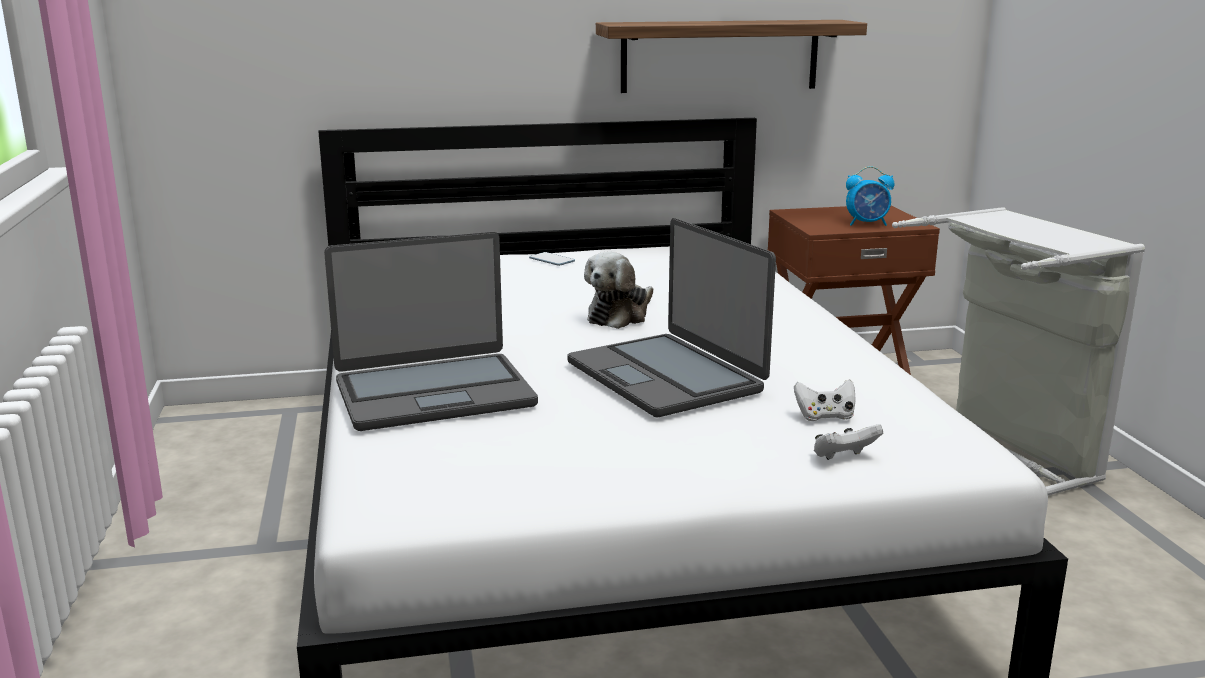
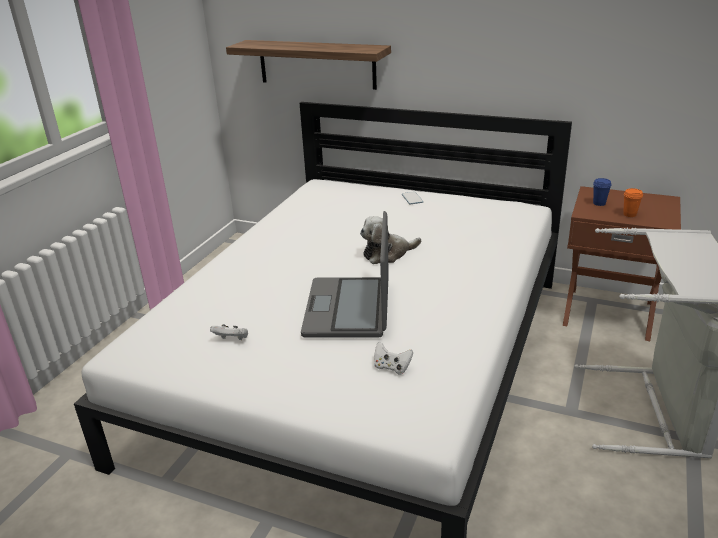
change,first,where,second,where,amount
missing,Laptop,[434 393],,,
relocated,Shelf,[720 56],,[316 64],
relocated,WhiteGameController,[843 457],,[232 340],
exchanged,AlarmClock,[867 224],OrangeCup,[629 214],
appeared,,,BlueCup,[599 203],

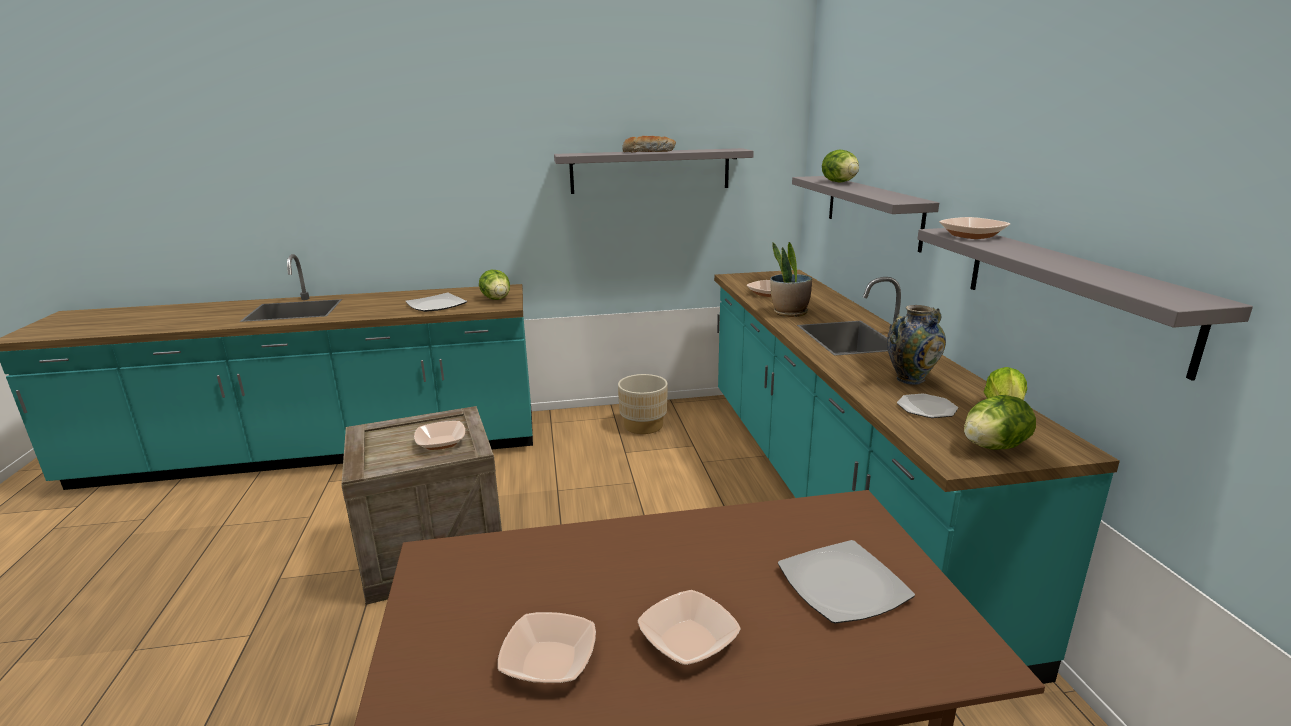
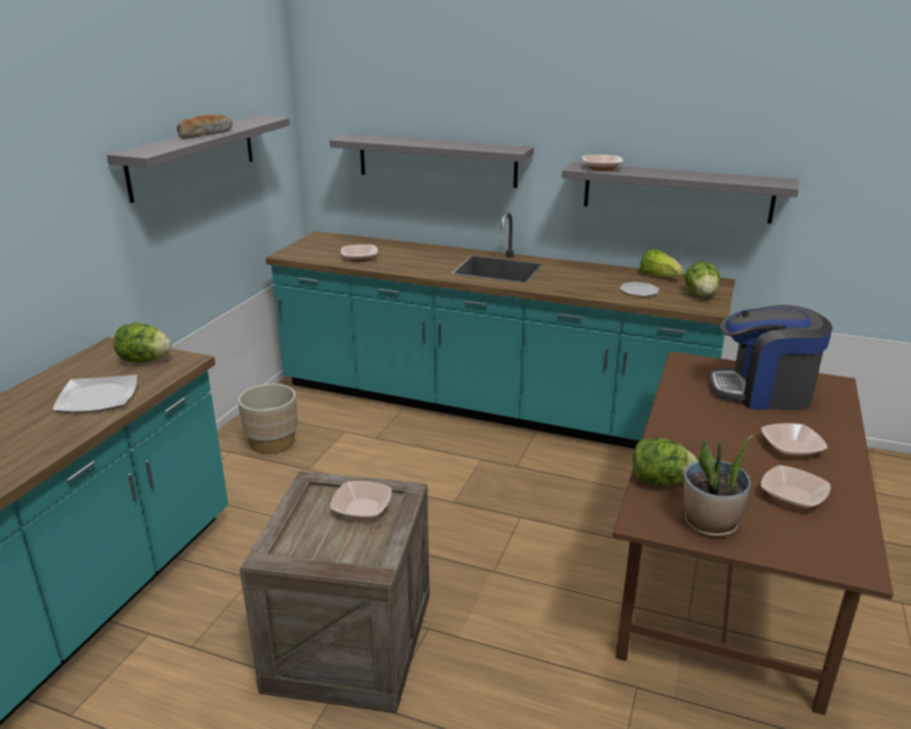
change,first,where,second,where,amount
relocated,PottedPlant,[789 313],,[709 524],
exchanged,Plate,[842 586],CoffeeMachine,[763 392],
relocated,Lettuce,[839 182],,[660 481],
missing,Vase,[910 379],,,

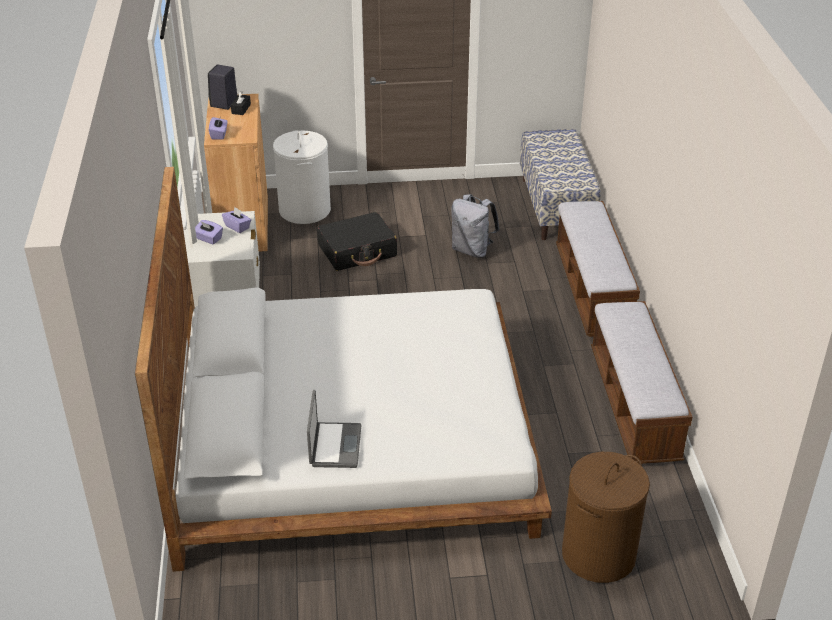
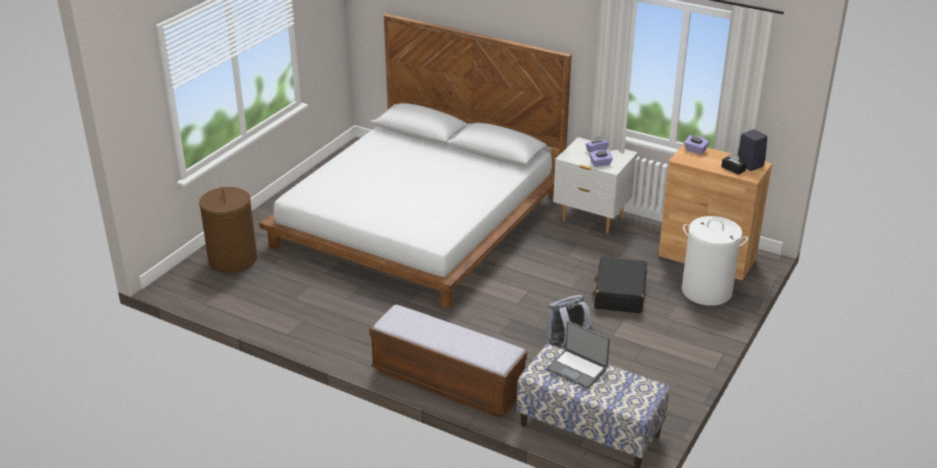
change,first,where,second,where,amount
relocated,Laptop,[334 446],,[577 369],
missing,Bench,[633 405],,,

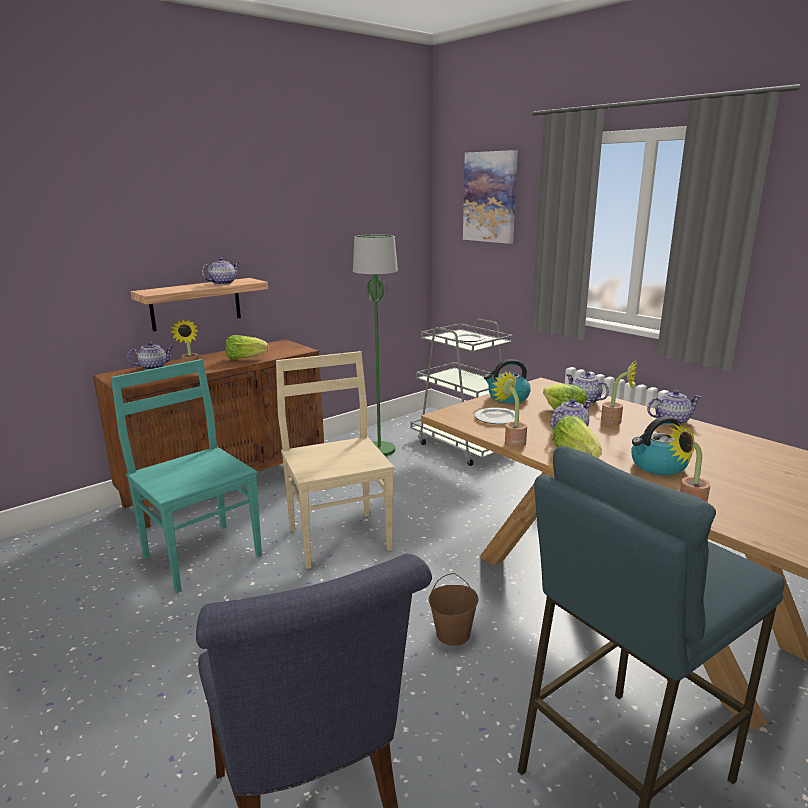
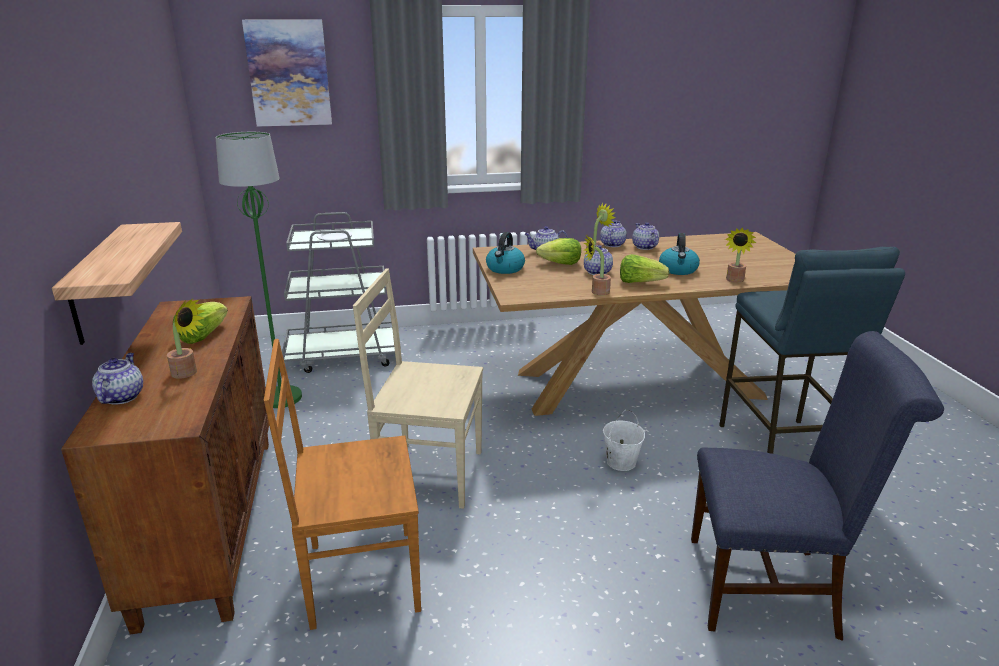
change,first,where,second,where,amount
colour,TurquoiseChair,[201 555],BrownChair,[359 577],
relocated,Teapot,[222 283],,[644 247],
colour,BrownBucket,[453 634],WhiteBucket,[620 462],
missing,Plate,[497 418],,,

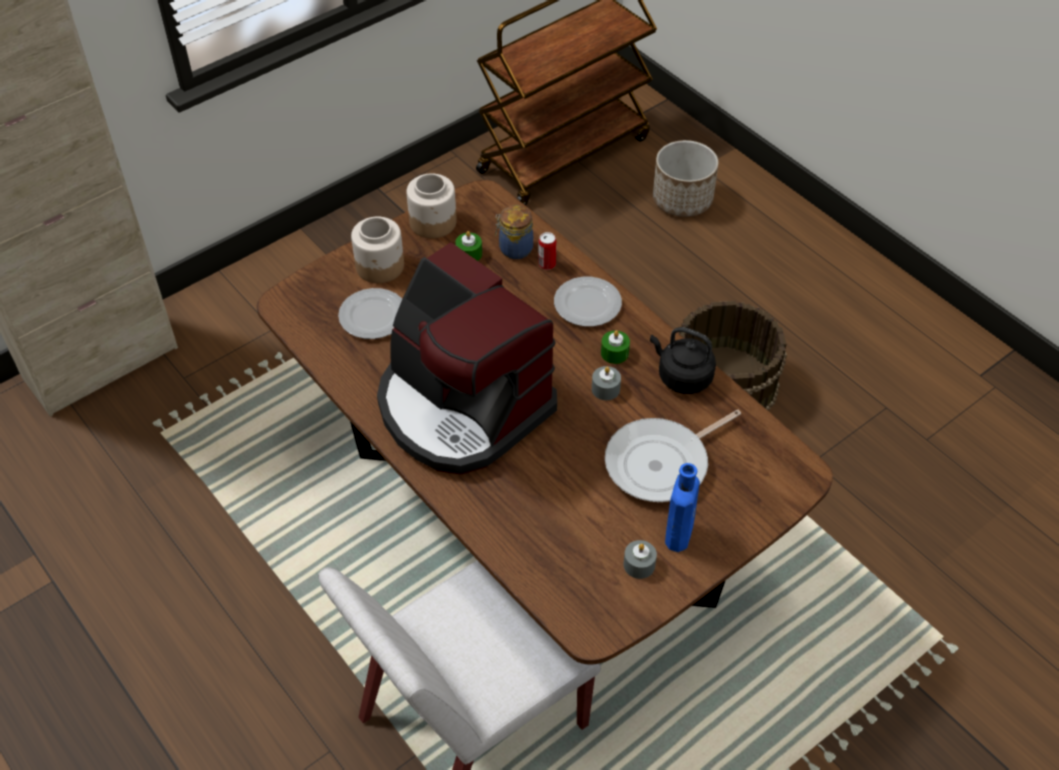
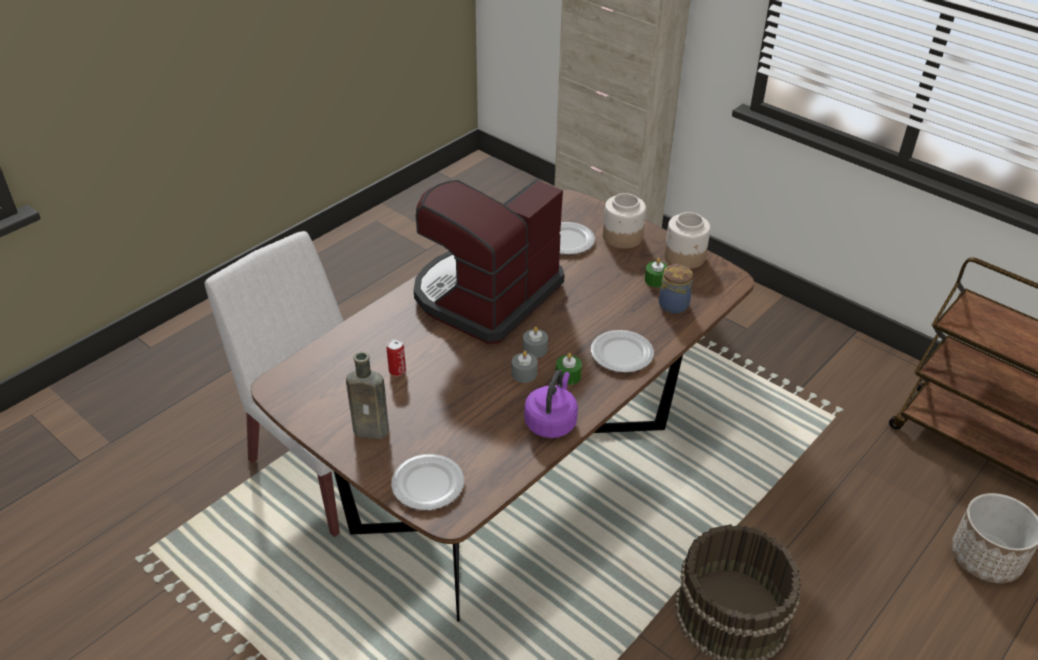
change,first,where,second,where,amount
relocated,Can,[547 264],,[397 371],
missing,FryingPan,[662 463],,,
relocated,GreyCandle,[639 565],,[535 349],
colour,BlackKettle,[682 377],PurpleKettle,[551 422],
colour,BlueBottle,[679 532],BrownBottle,[373 430],
appeared,,,Plate,[428 484],

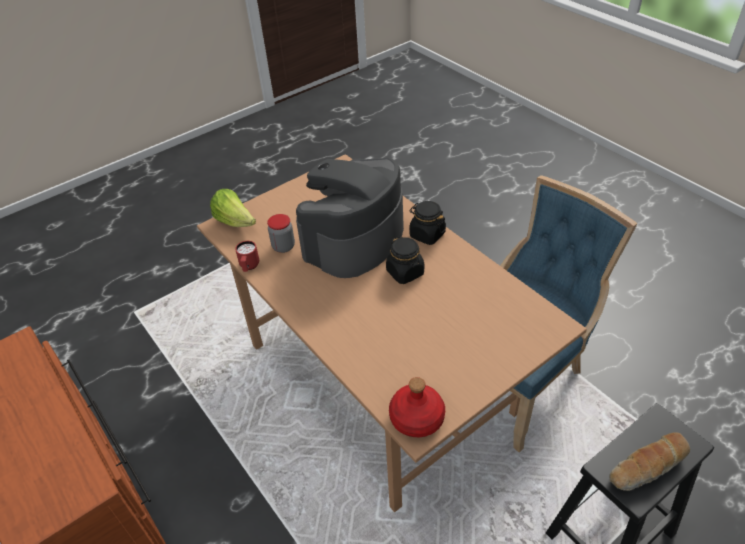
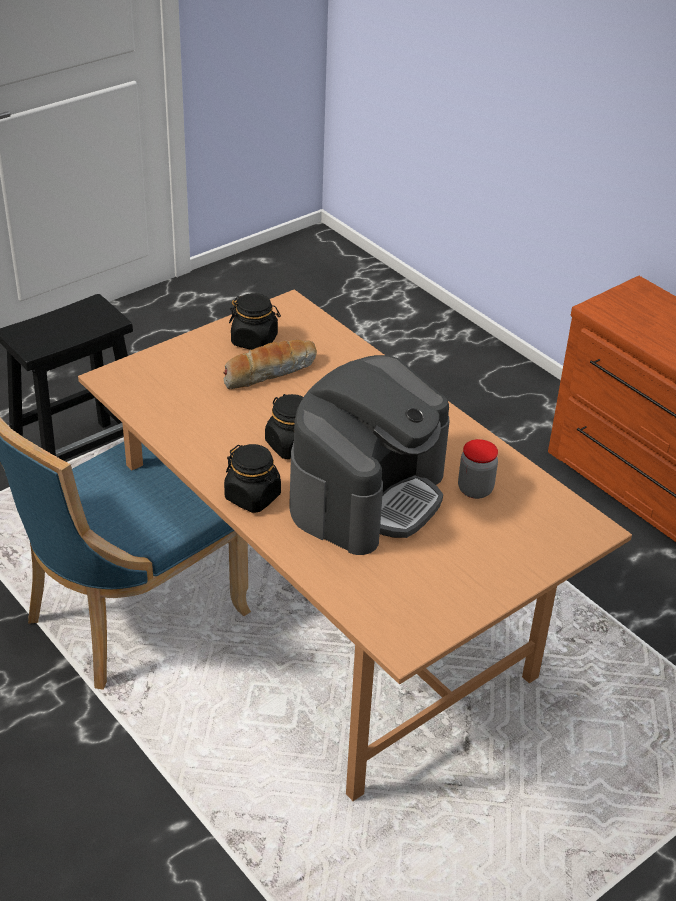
change,first,where,second,where,amount
missing,Lettuce,[235 222],,,
missing,RedMug,[249 267],,,
missing,RedBottle,[416 419],,,
relocated,Bread,[647 468],,[269 372],
appeared,,,BlackJar,[254 340],

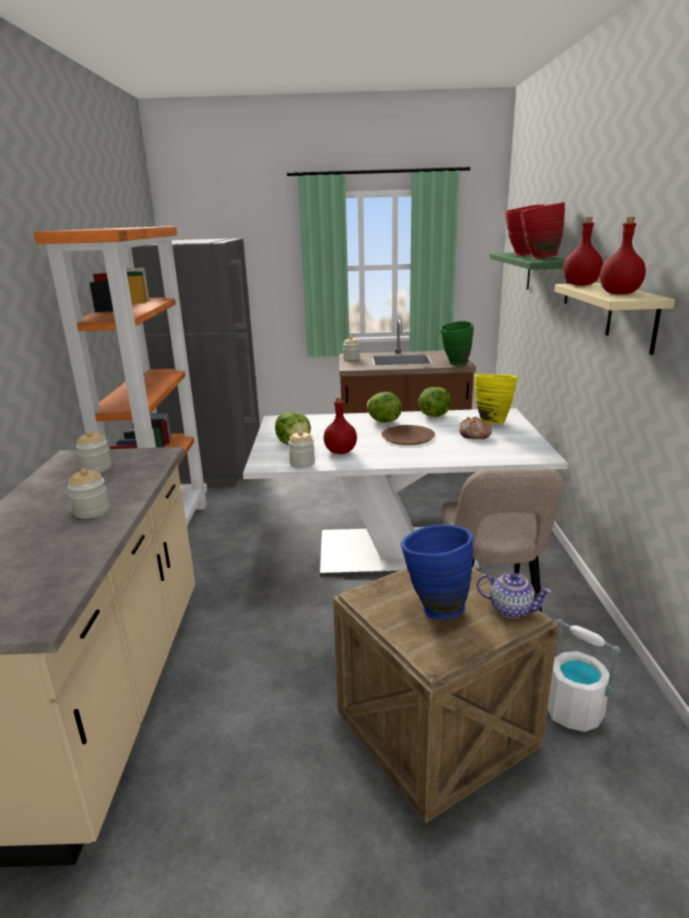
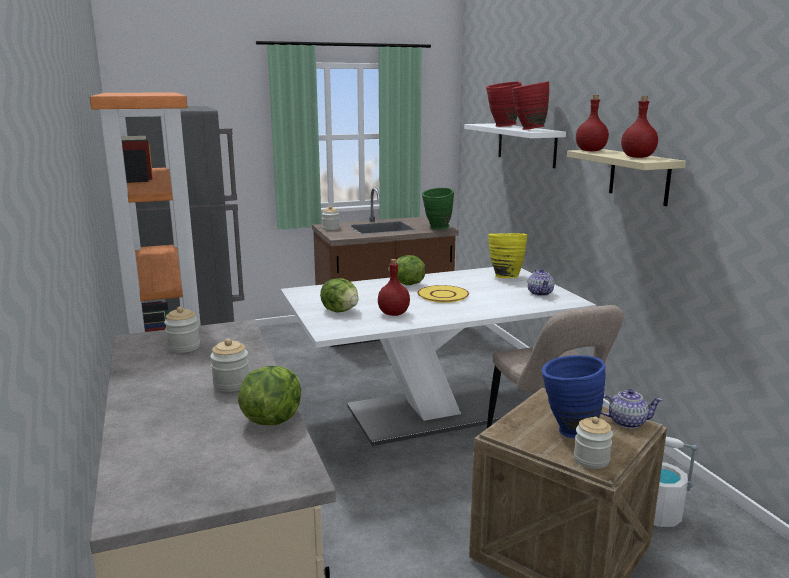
change,first,where,second,where,amount
relocated,Jar,[302 463],,[591 459],
colour,BrownPlate,[408 436],YellowPlate,[443 295],
relocated,Lettuce,[434 415],,[272 419],
missing,Bread,[474 435],,,
colour,GreenShelf,[547 276],WhiteShelf,[526 144],
appeared,,,Teapot,[540 293],

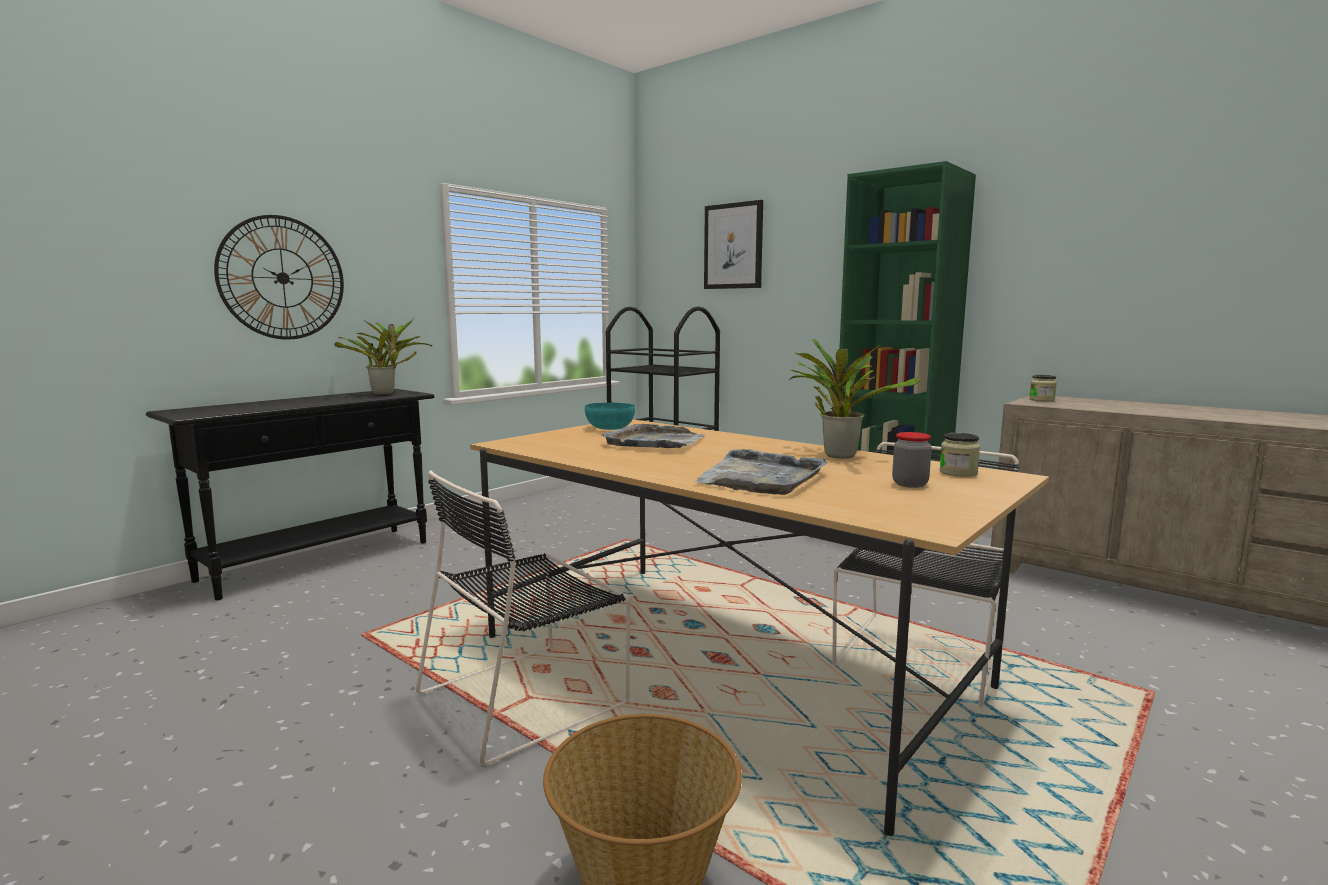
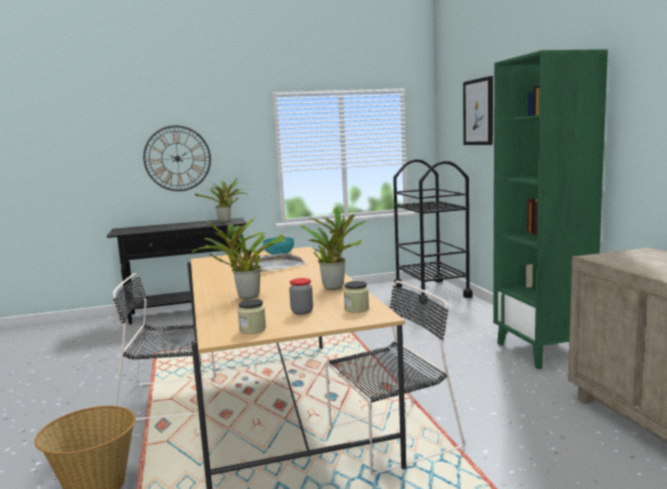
change,first,where,second,where,amount
exchanged,GreyTray,[760 477],PottedPlant,[245 296],
relocated,Jar,[1041 400],,[252 329],

